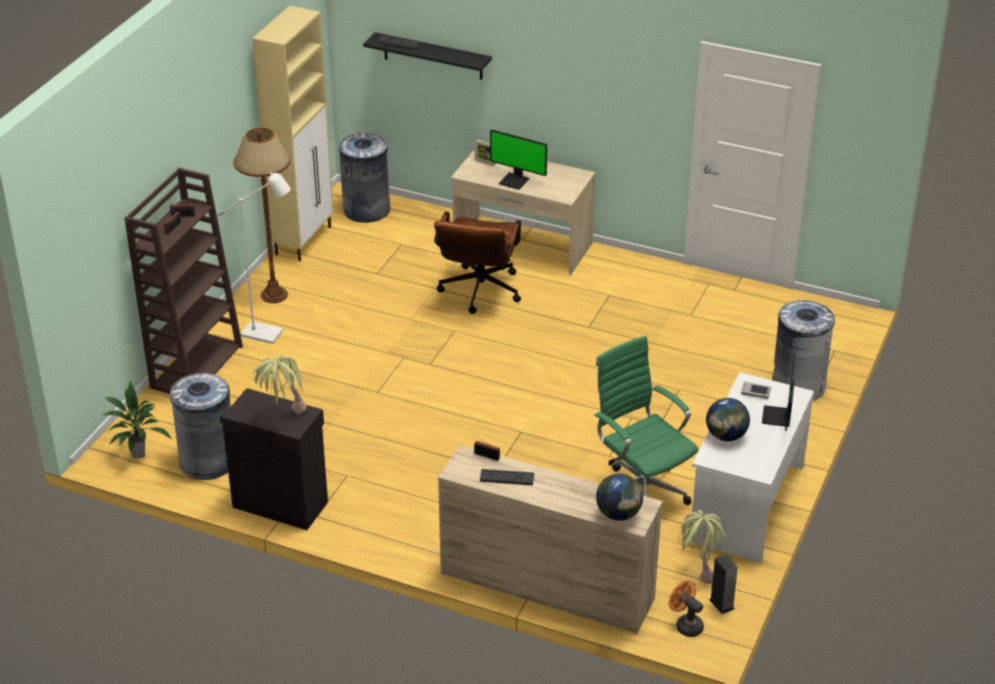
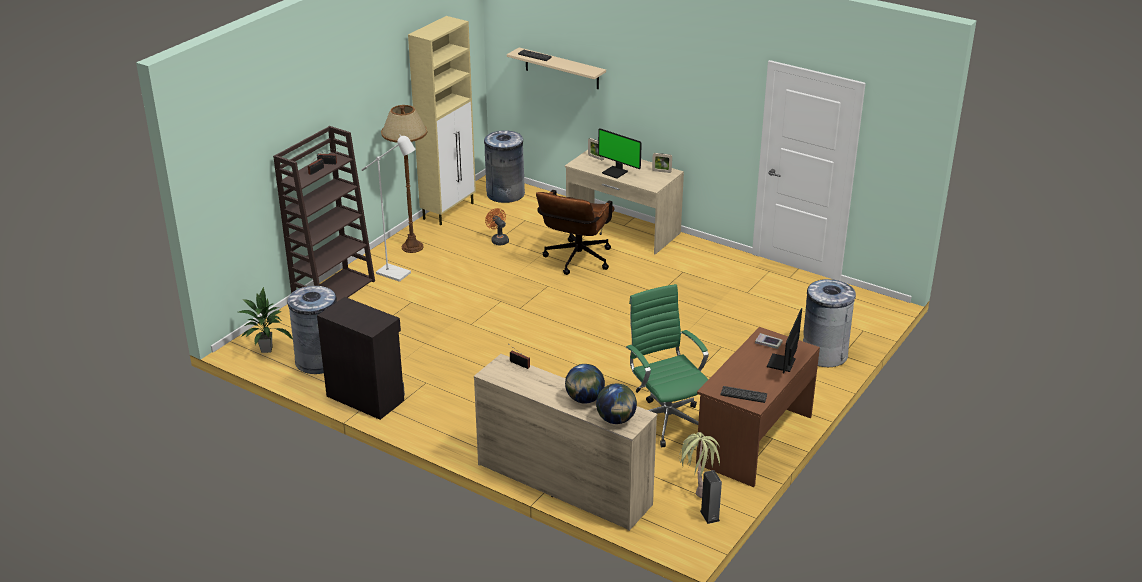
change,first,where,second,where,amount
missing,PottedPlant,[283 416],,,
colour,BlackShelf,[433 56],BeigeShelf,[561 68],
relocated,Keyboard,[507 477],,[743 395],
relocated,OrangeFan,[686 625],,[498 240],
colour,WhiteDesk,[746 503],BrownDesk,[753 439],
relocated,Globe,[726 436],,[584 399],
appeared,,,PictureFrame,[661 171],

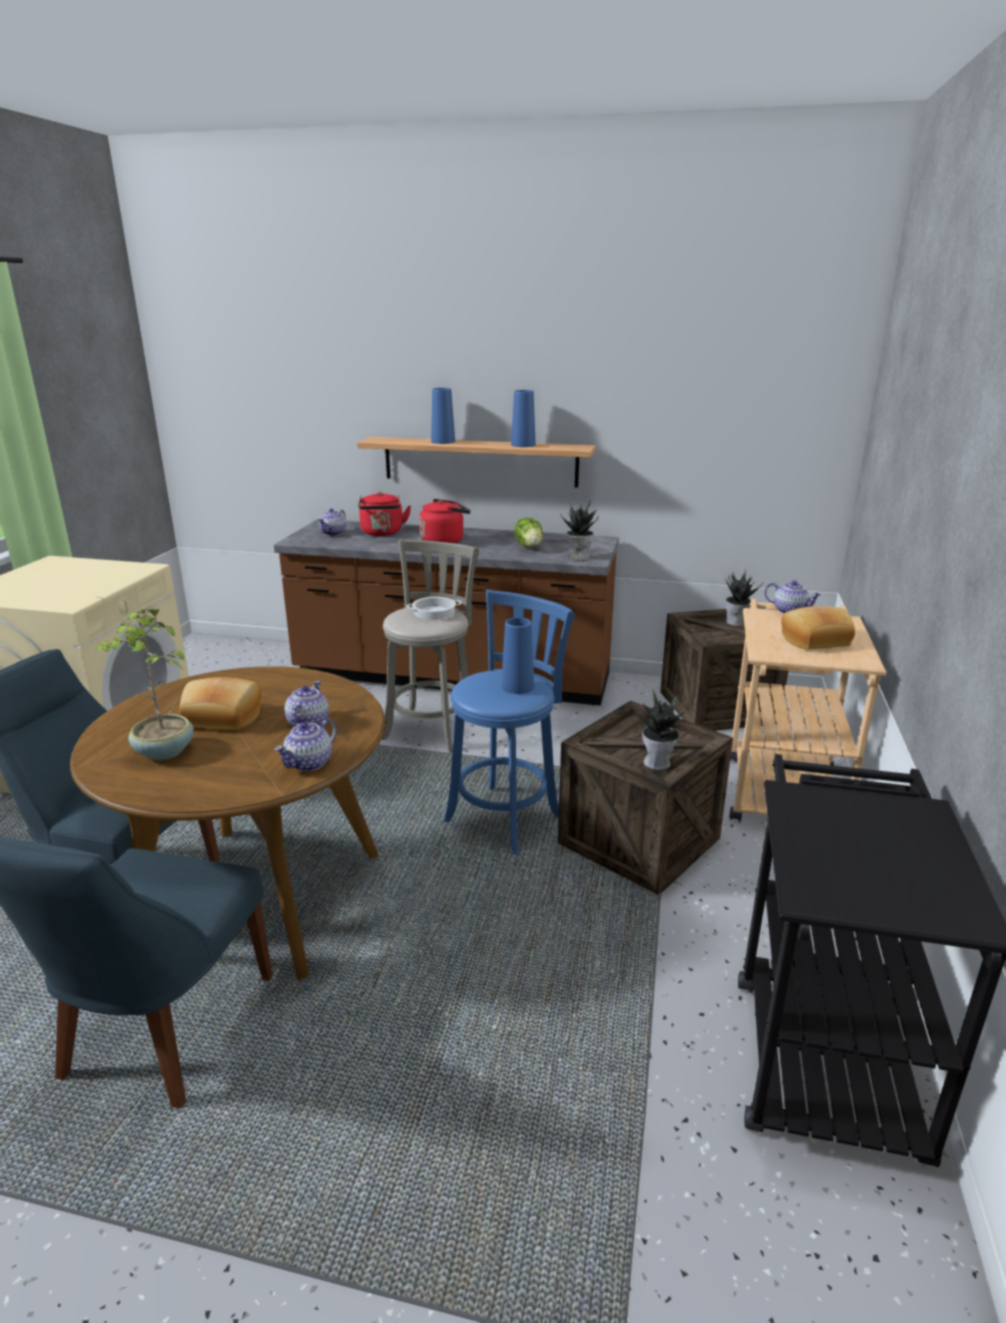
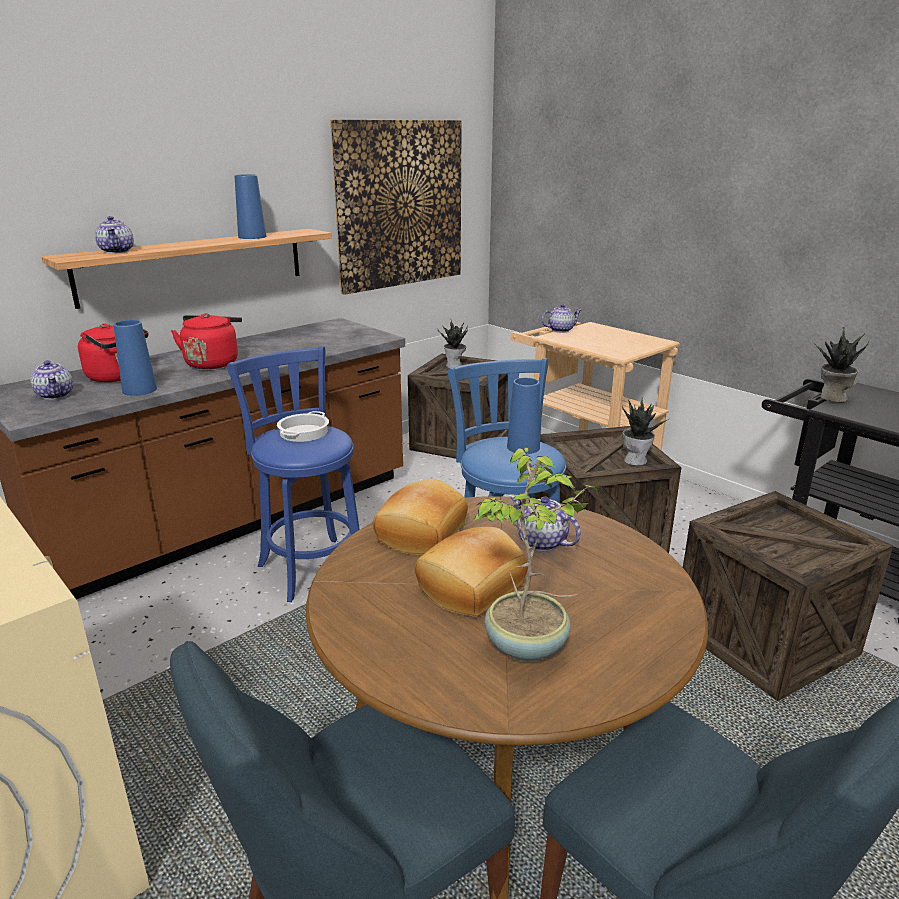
change,first,where,second,where,amount
relocated,Teapot,[309 763],,[117 251],
colour,GreyStool,[432 728],BlueStool,[311 566],
relocated,BlueVase,[443 441],,[139 390],
missing,Lettuce,[529 546],,,
relocated,PottedPlant,[578 557],,[832 398],
relocated,Bread,[814 640],,[419 533],
appeared,,,Picture,[400 205],
appeared,,,Crate,[764 640],

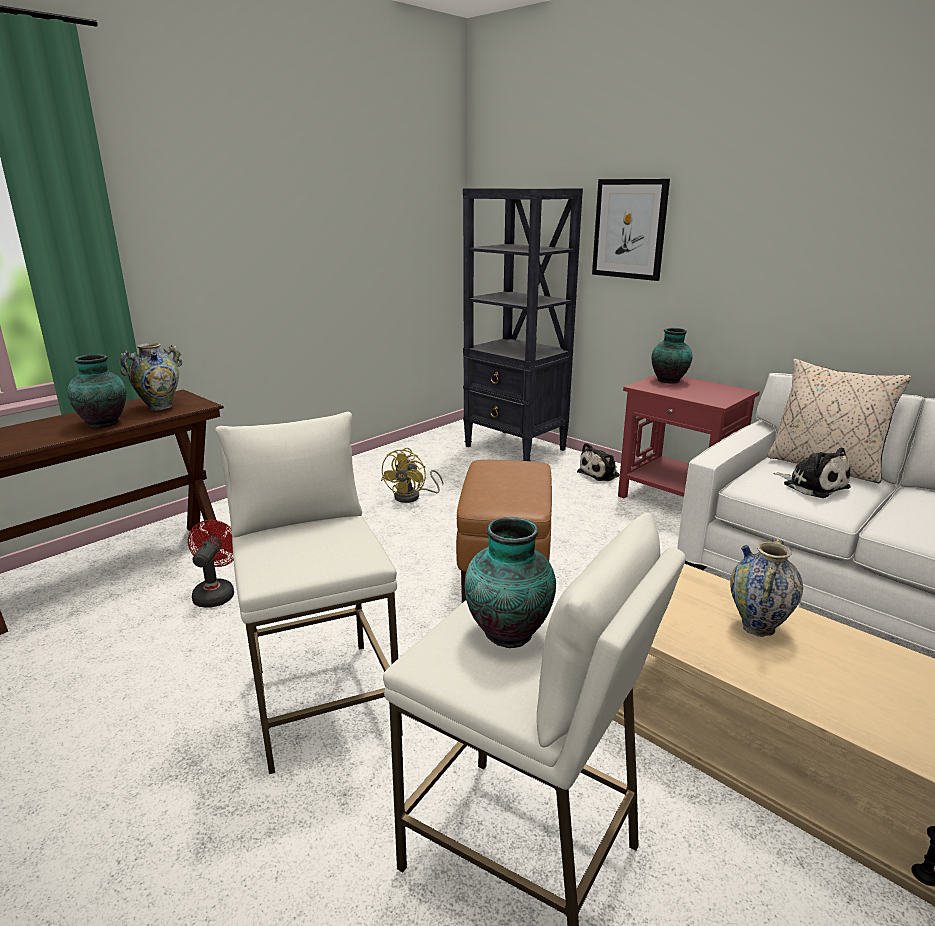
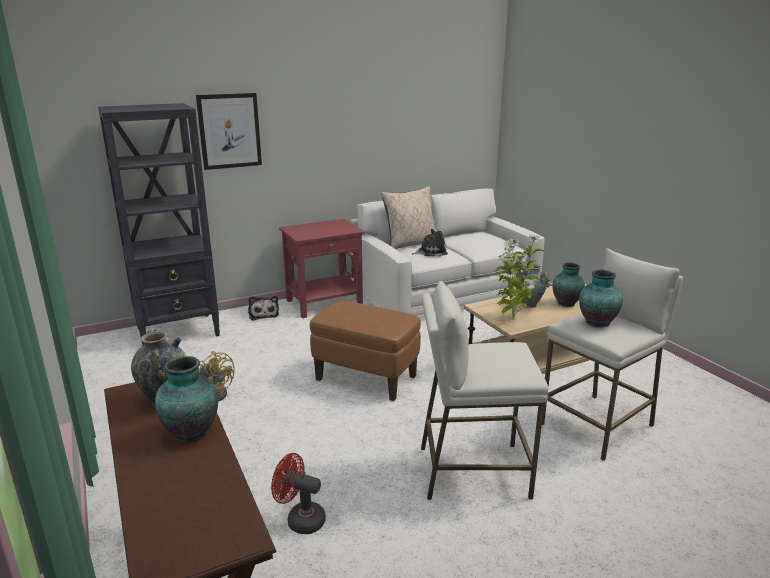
change,first,where,second,where,amount
relocated,Vase,[669 381],,[566 303],
appeared,,,PottedPlant,[512 318],

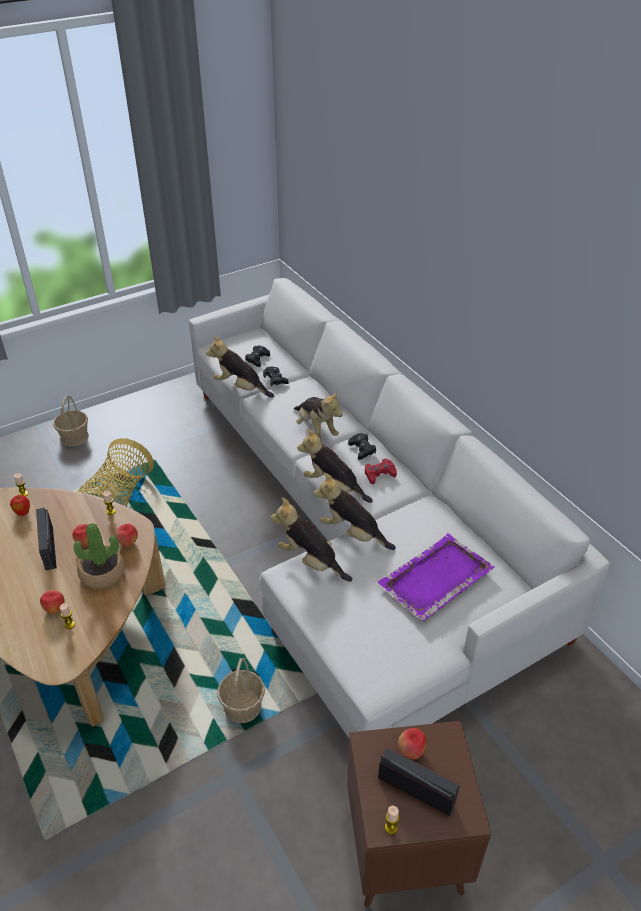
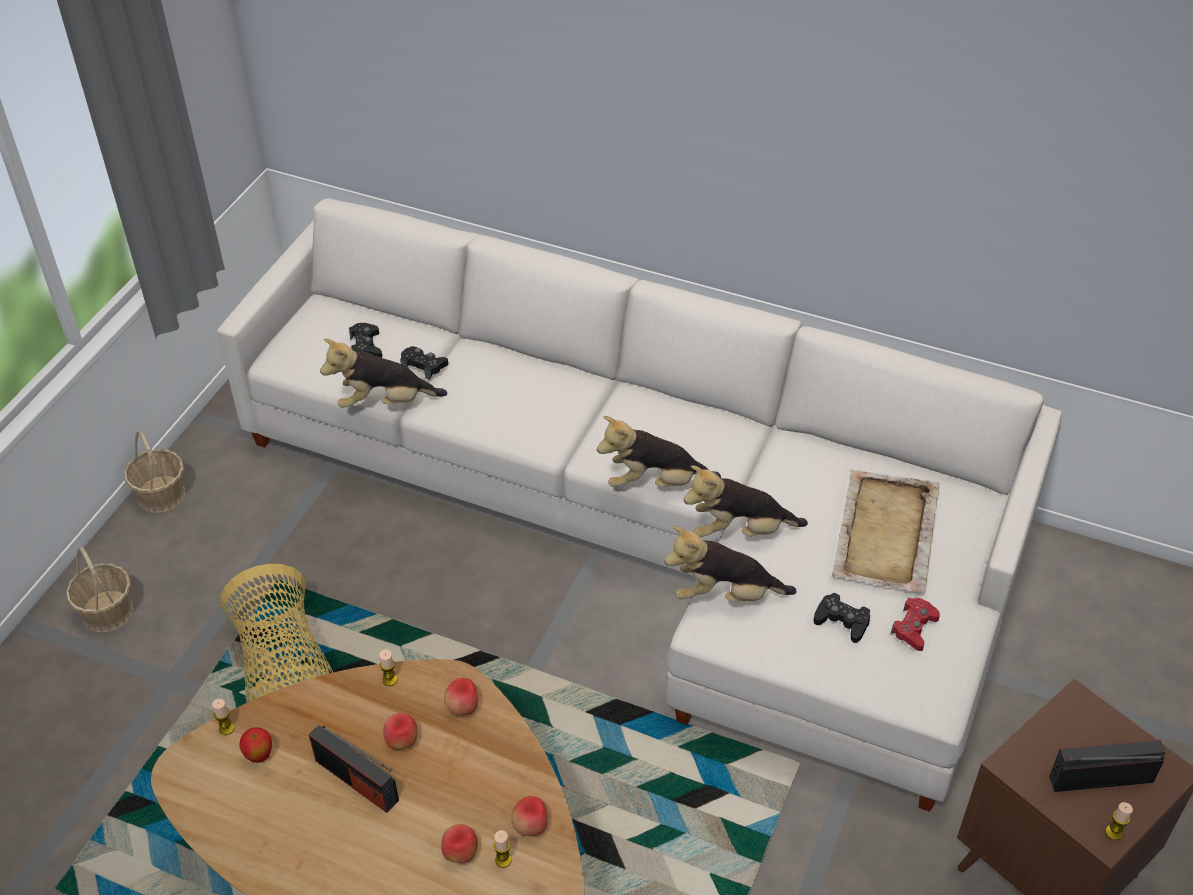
change,first,where,second,where,amount
missing,PottedPlant,[102 574],,,
relocated,Basket,[243 706],,[162 495],
missing,PlushToy,[316 429],,,
relocated,BlackGameController,[362 449],,[842 621],
relocated,RedGameController,[379 474],,[914 628],
colour,PurpleTray,[434 579],BeigeTray,[885 534],
relocated,Apple,[411 751],,[531 827],

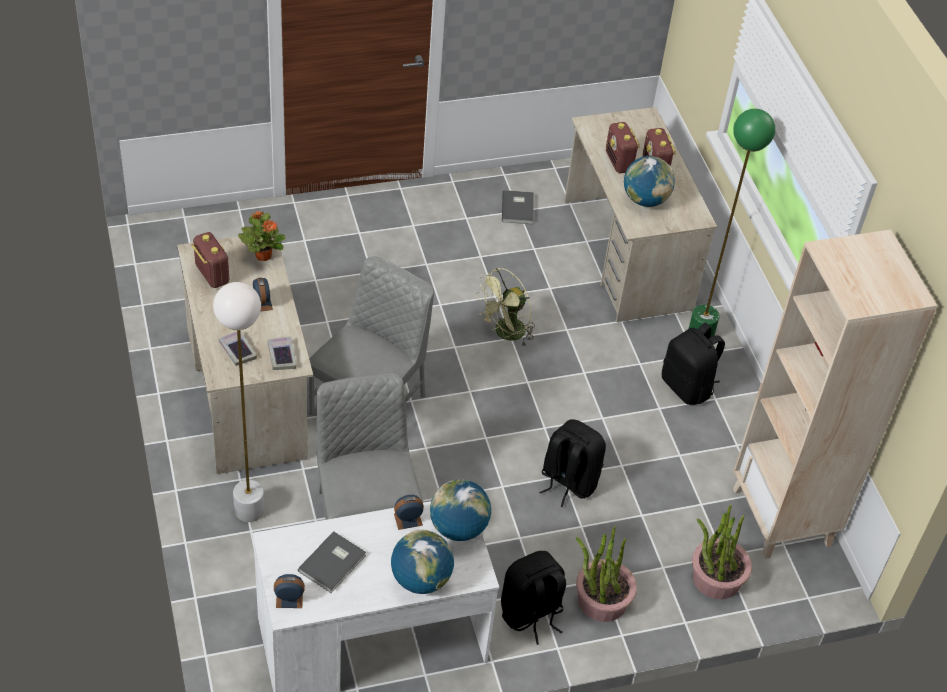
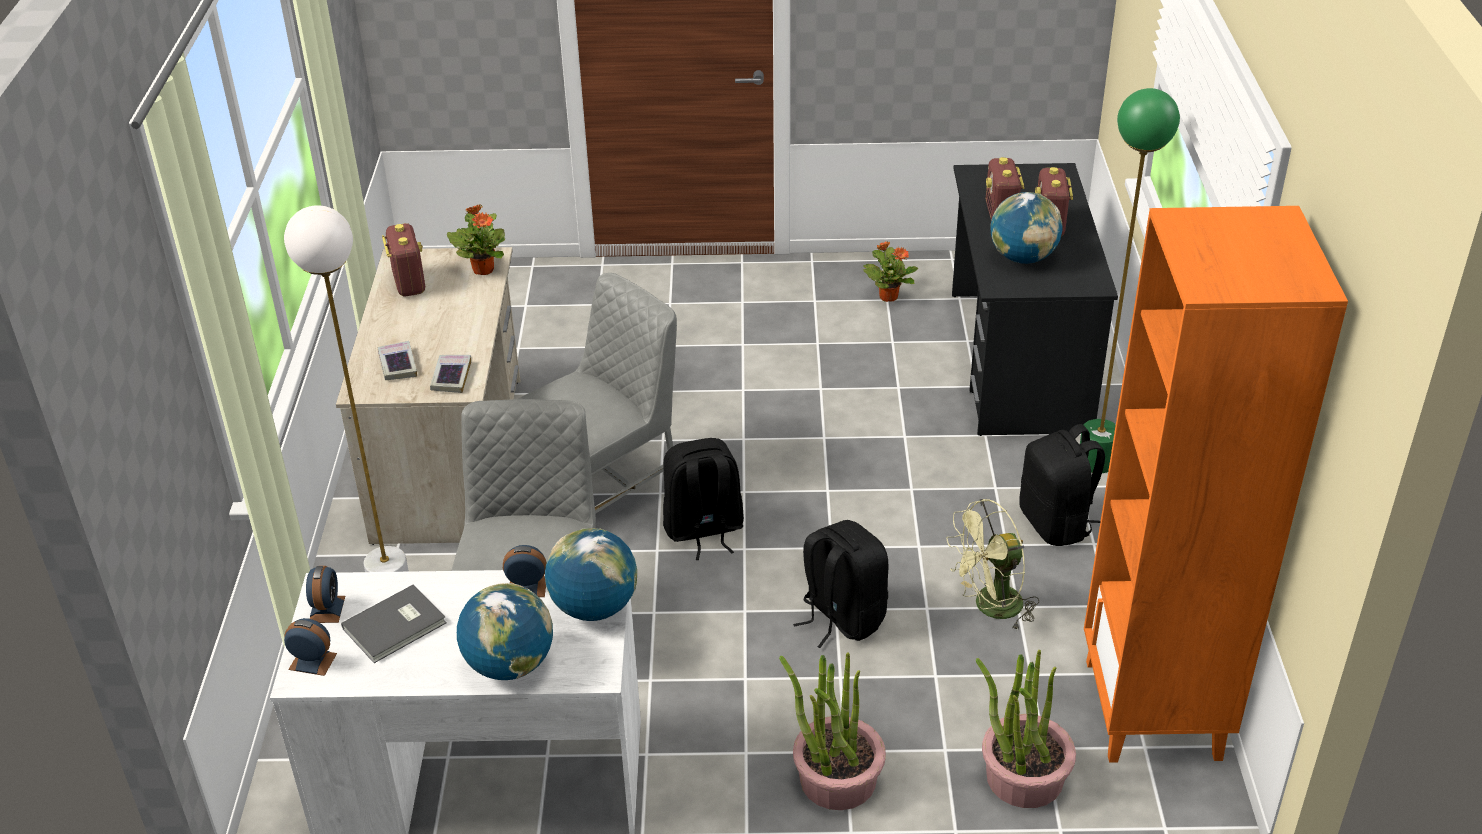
change,first,where,second,where,amount
relocated,AlarmClock,[262 303],,[327 609],
relocated,GreenFan,[505 334],,[990 608],
relocated,BlackBackpack,[531 614],,[703 530],
exchanged,GreyBook,[518 208],PottedPlant,[888 296],
colour,BeigeDesk,[627 255],BlackDesk,[1018 361],
colour,BeigeBookcase,[782 517],OrangeBookcase,[1154 710],

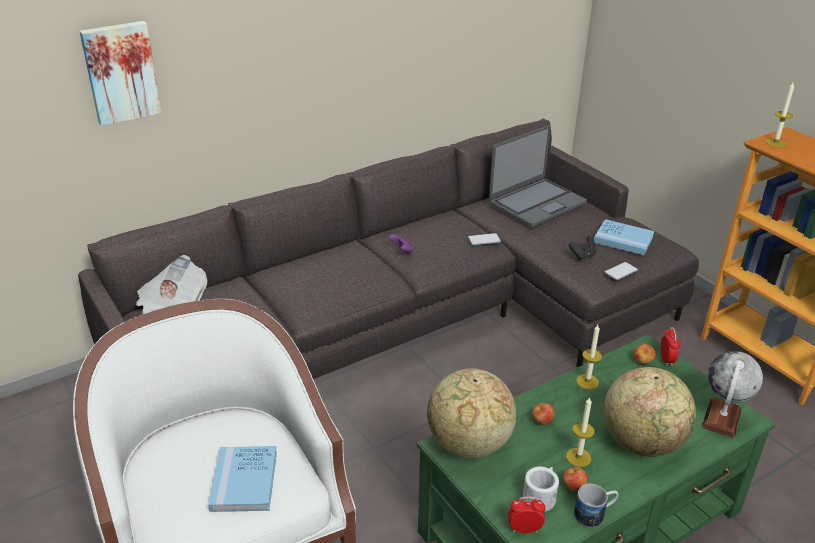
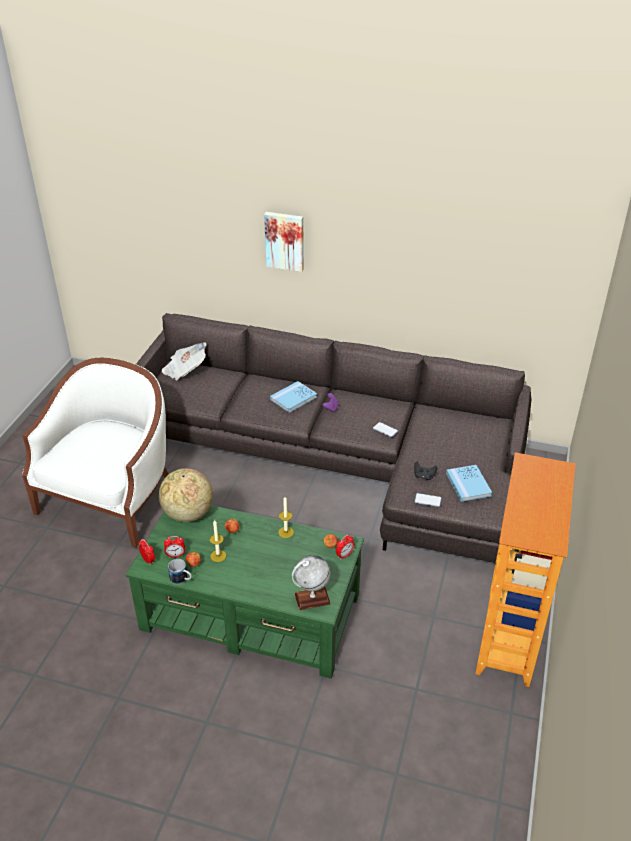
change,first,where,second,where,amount
relocated,Picture,[120 72],,[285 240],
relocated,BlueBook,[244 481],,[293 398],
missing,Laptop,[536 203],,,
exchanged,WhiteMug,[540 496],AlarmClock,[175 555],
missing,Globe,[642 442],,,
missing,Candle,[775 143],,,

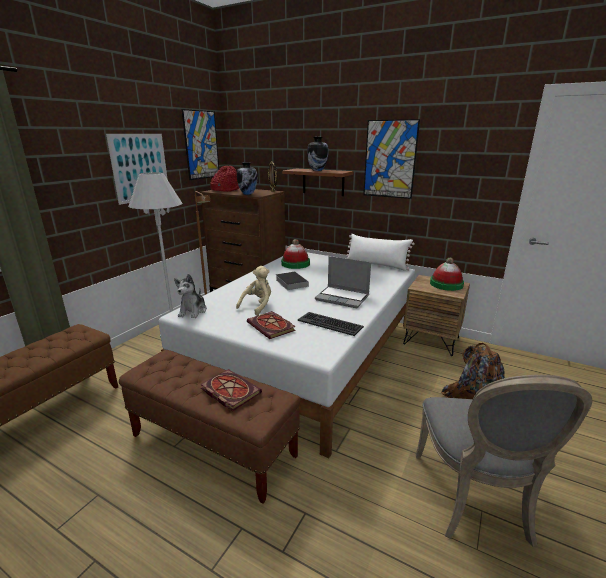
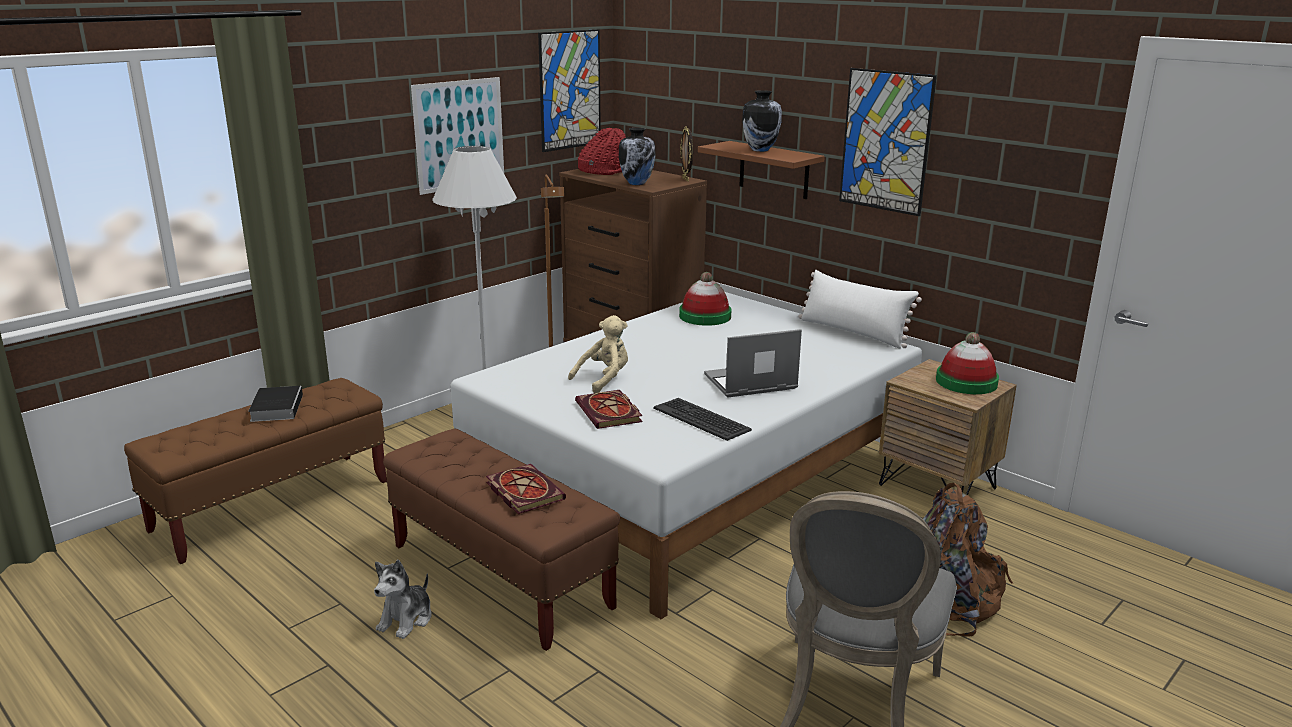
change,first,where,second,where,amount
relocated,PlushToy,[193 311],,[406 620],
relocated,Book,[290 282],,[276 407],
spun,Laptop,[343 298],,[750 383],120 degrees clockwise

